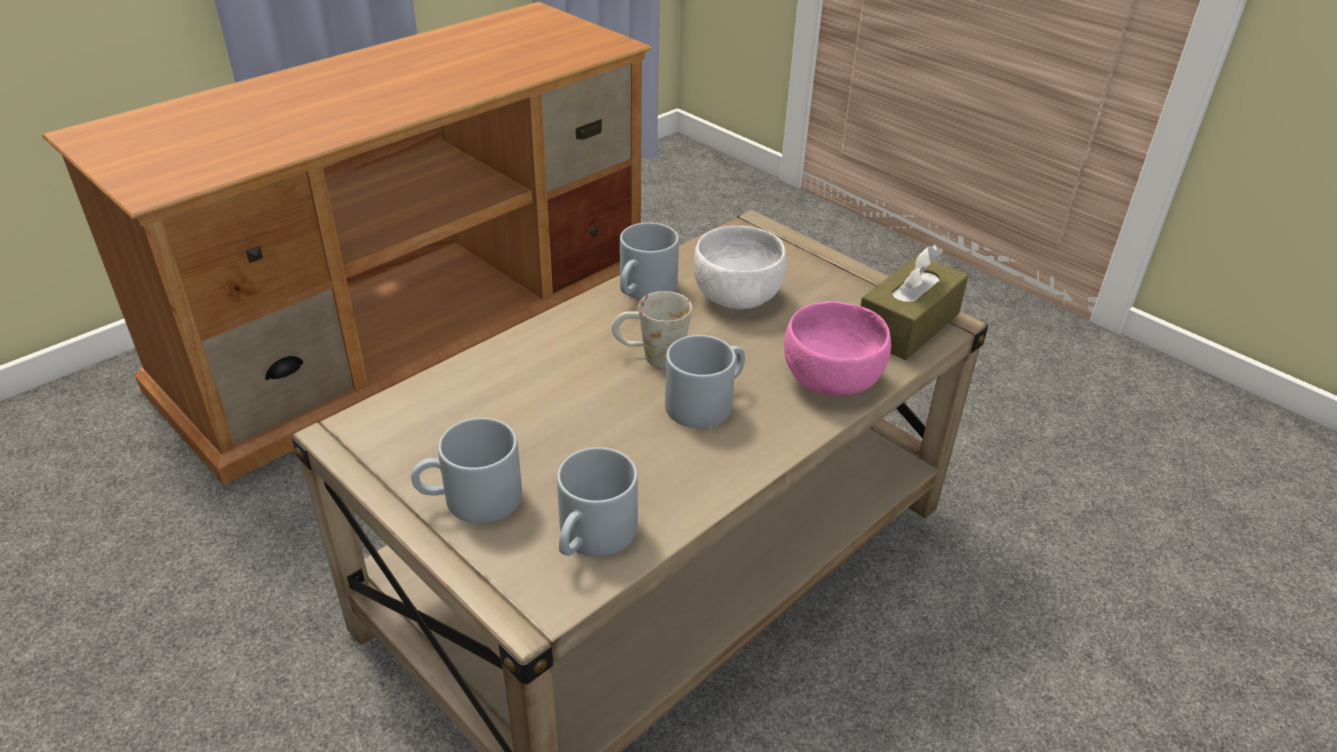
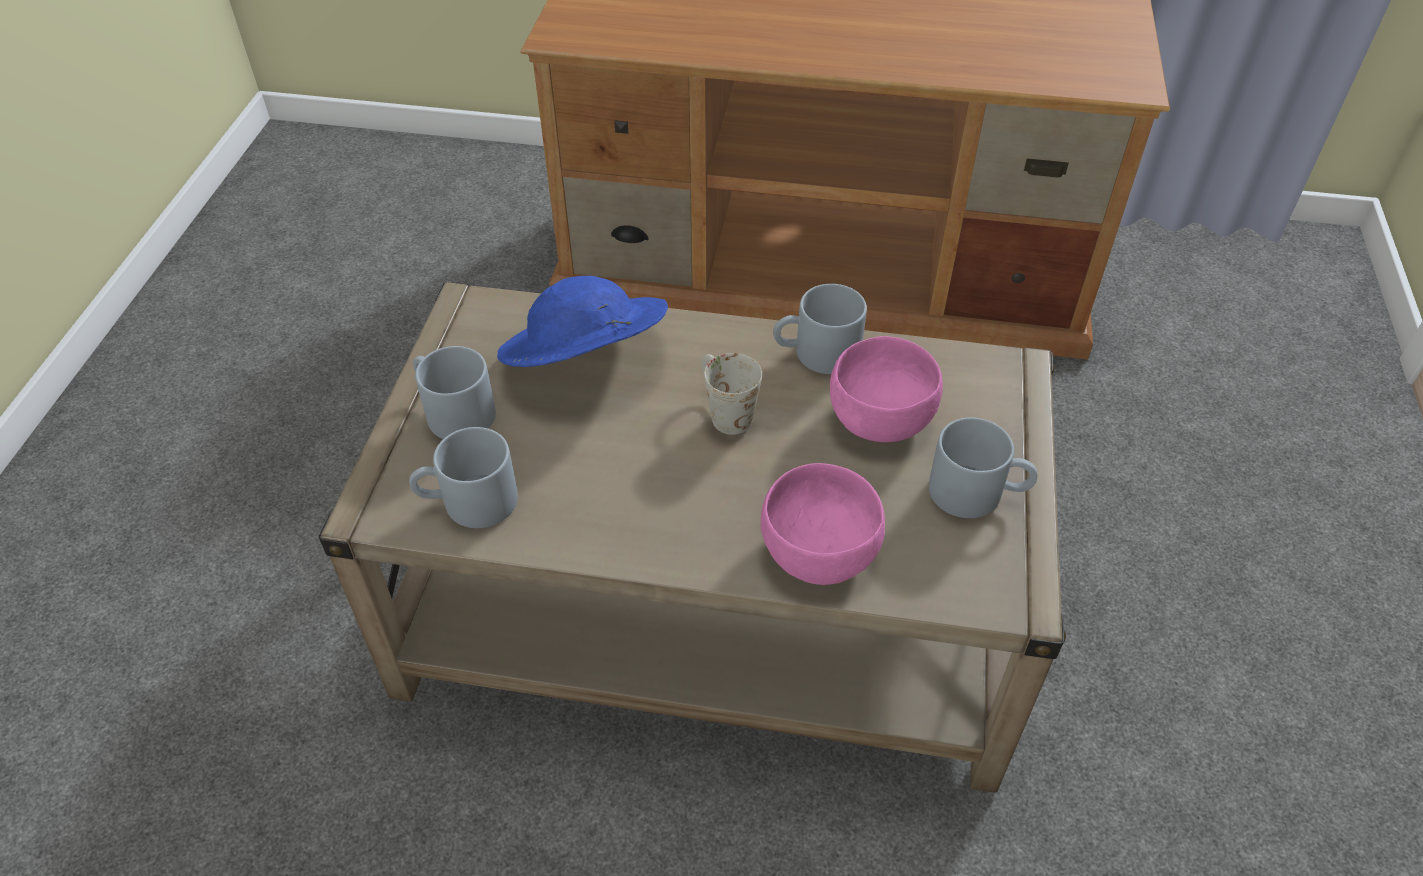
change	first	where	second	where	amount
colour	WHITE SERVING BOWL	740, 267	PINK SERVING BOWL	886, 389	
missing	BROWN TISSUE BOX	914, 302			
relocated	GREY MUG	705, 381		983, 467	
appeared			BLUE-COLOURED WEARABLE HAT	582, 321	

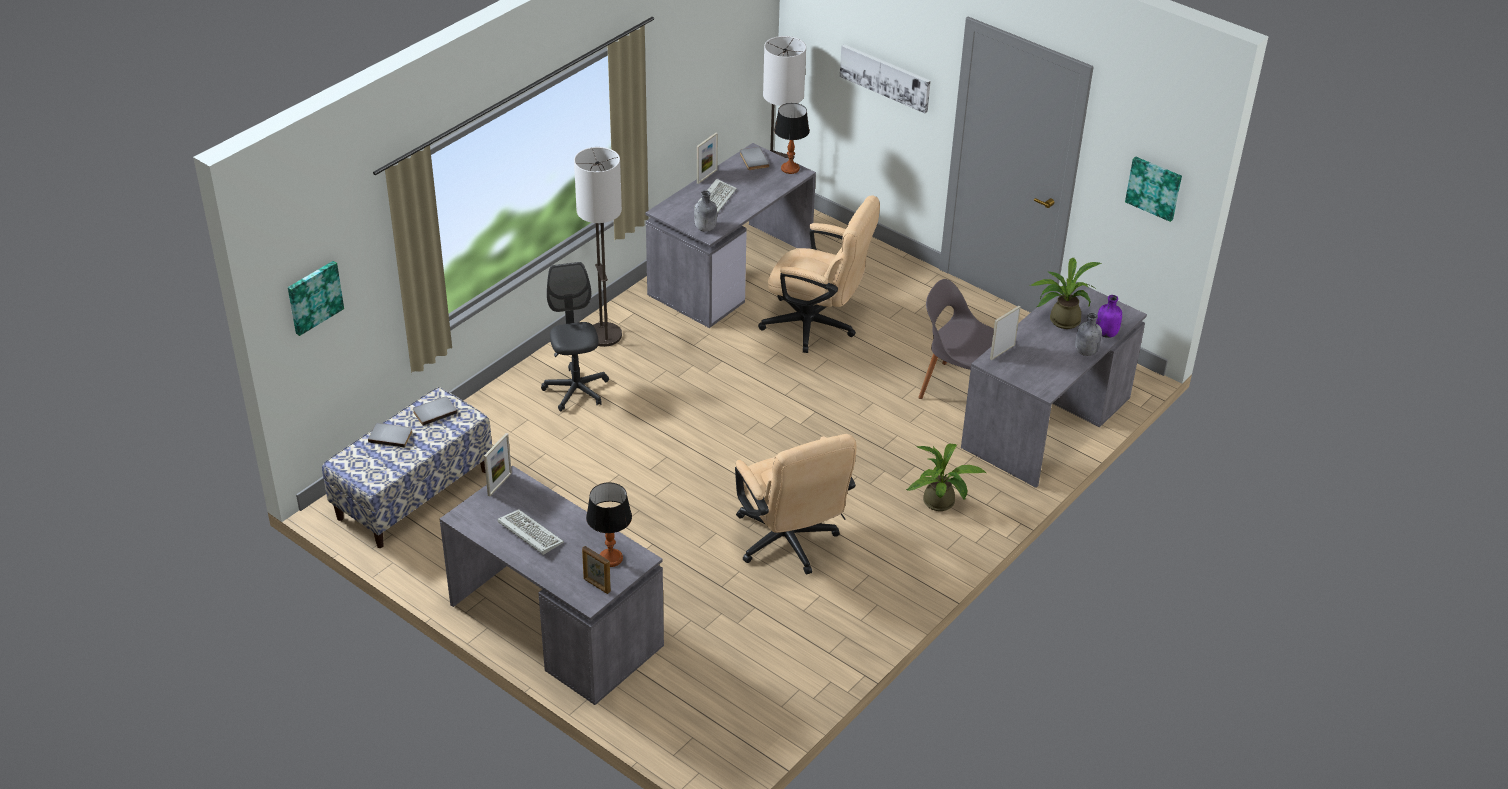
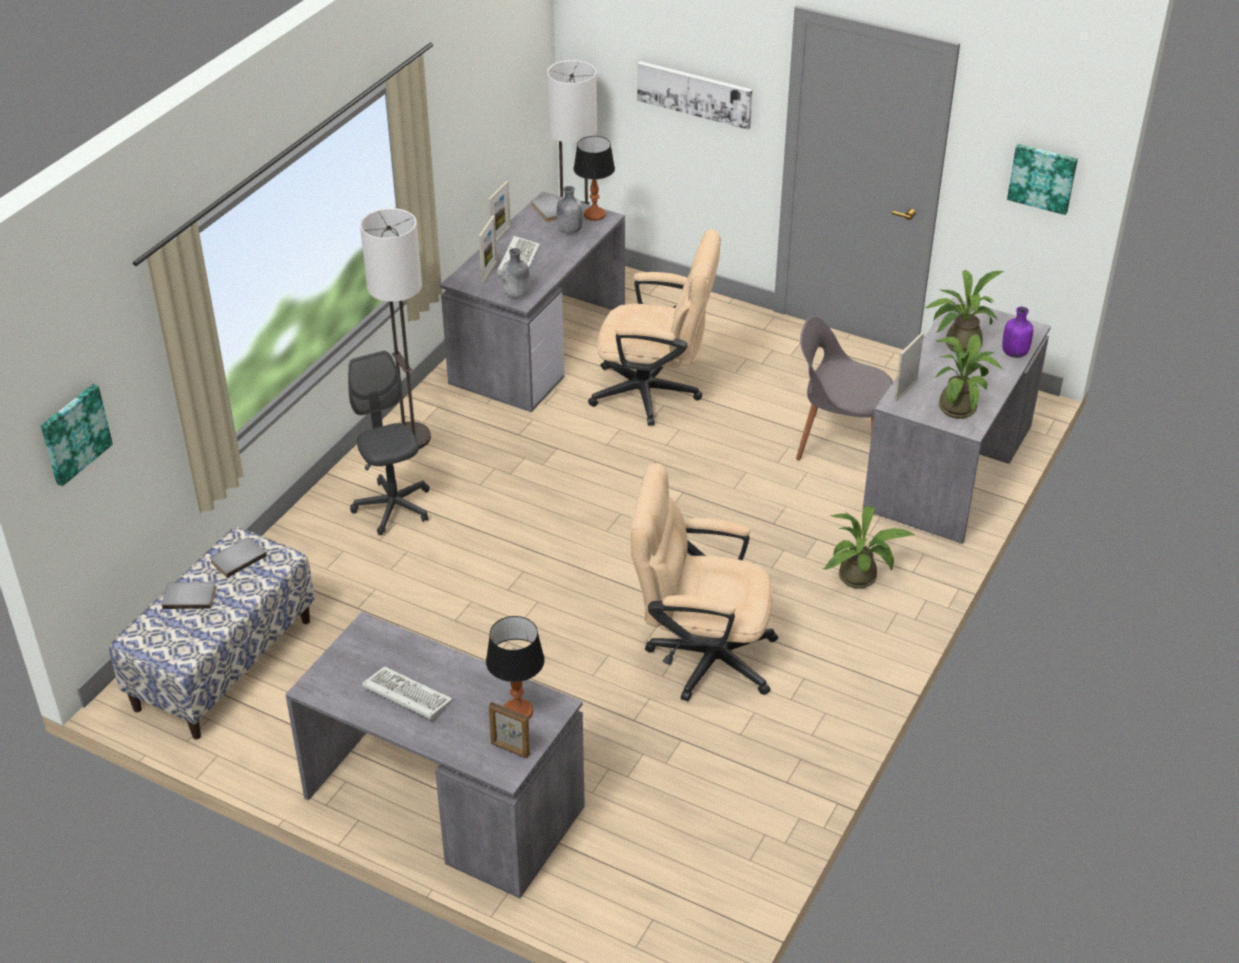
change	first	where	second	where	amount
relocated	GREY BOTTLE	1088, 334		570, 210	
relocated	PHOTO FRAME	498, 465		488, 248	
spun	SAND-COLOURED COMPUTER CHAIR	795, 504		704, 582	135 degrees clockwise
appeared			PLANT IN A POT	968, 376	

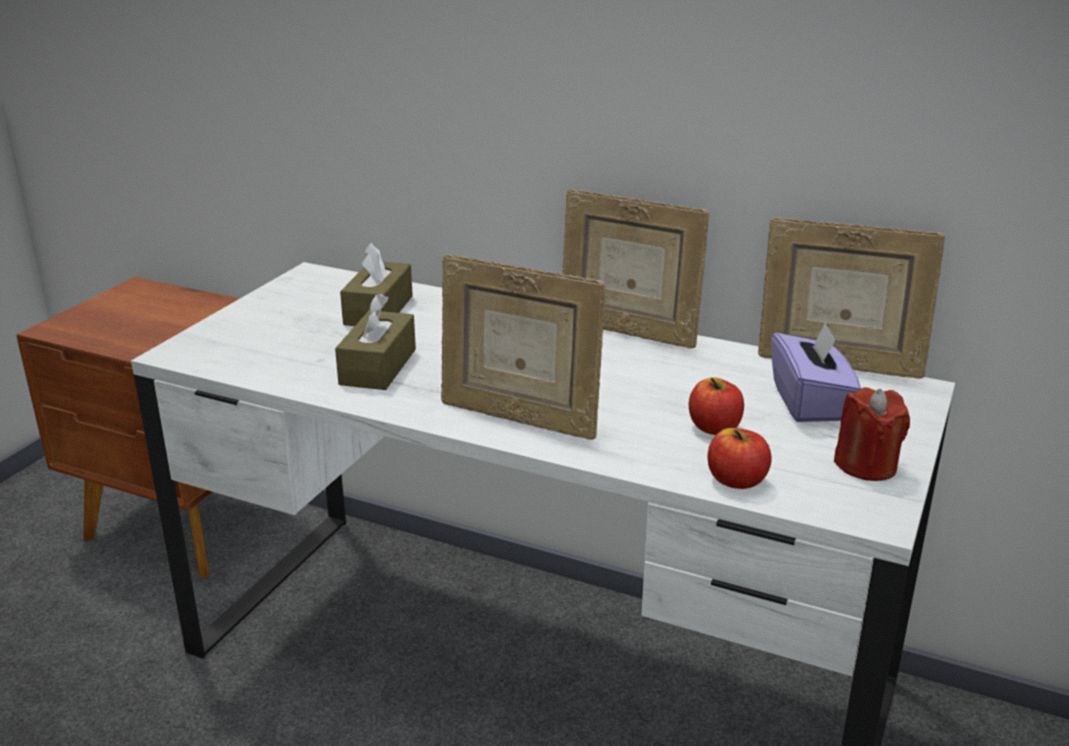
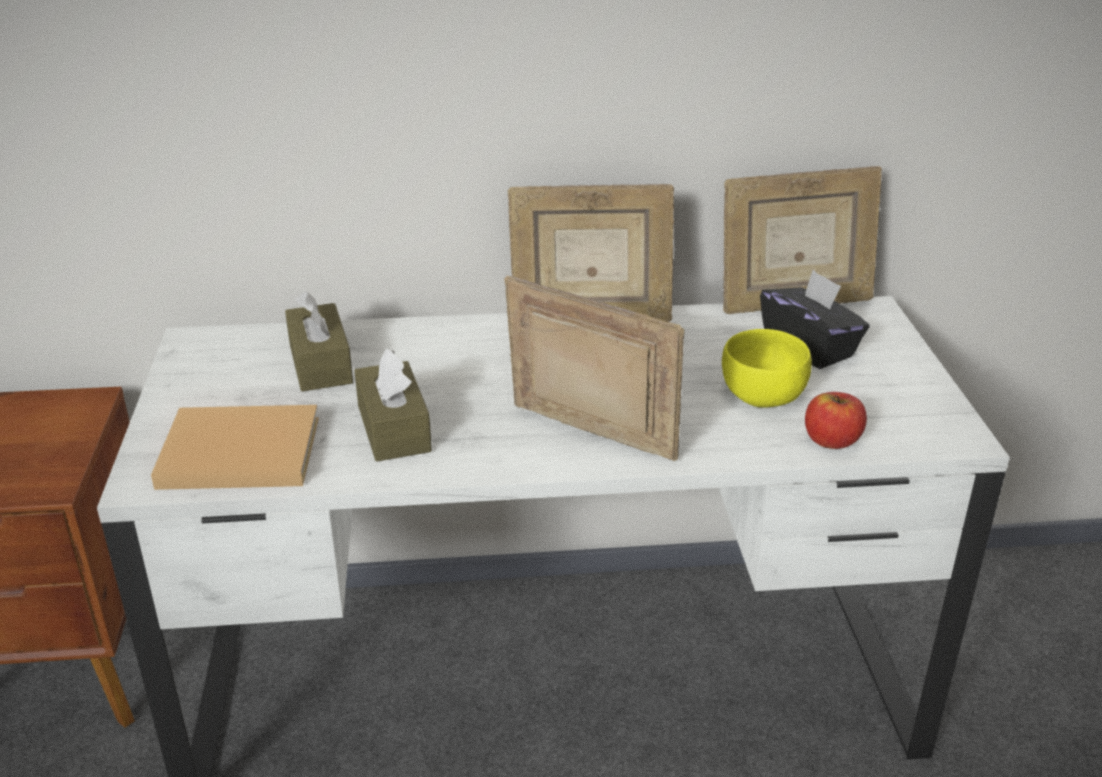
change	first	where	second	where	amount
spun	PHOTO FRAME	523, 347		594, 368	150 degrees counterclockwise
colour	PURPLE TISSUE BOX	816, 372	BLACKISH TISSUE BOX	815, 319	
exchanged	APPLE FRUIT	716, 406	YELLOWISH SERVING BOWL	767, 368	
missing	RED-COLOURED WAX CANDLE	872, 434			
appeared			SAND-COLOURED BOOK	235, 447	

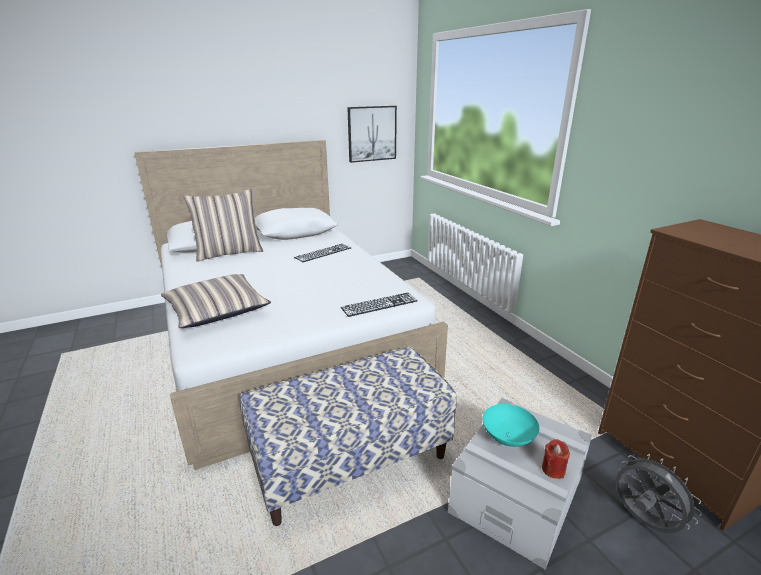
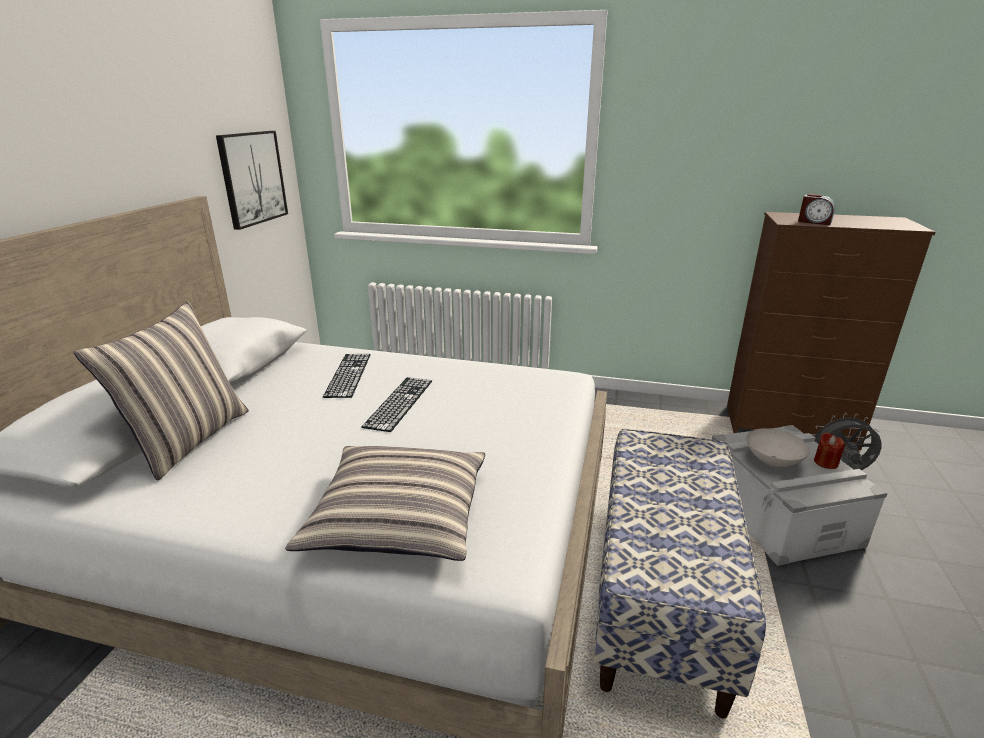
change	first	where	second	where	amount
relocated	COMPUTER KEYBOARD	379, 305		396, 404	
colour	TURQUOISE-COLOURED SERVING BOWL	511, 425	WHITE SERVING BOWL	778, 447	
appeared			TABLE CLOCK	816, 209	

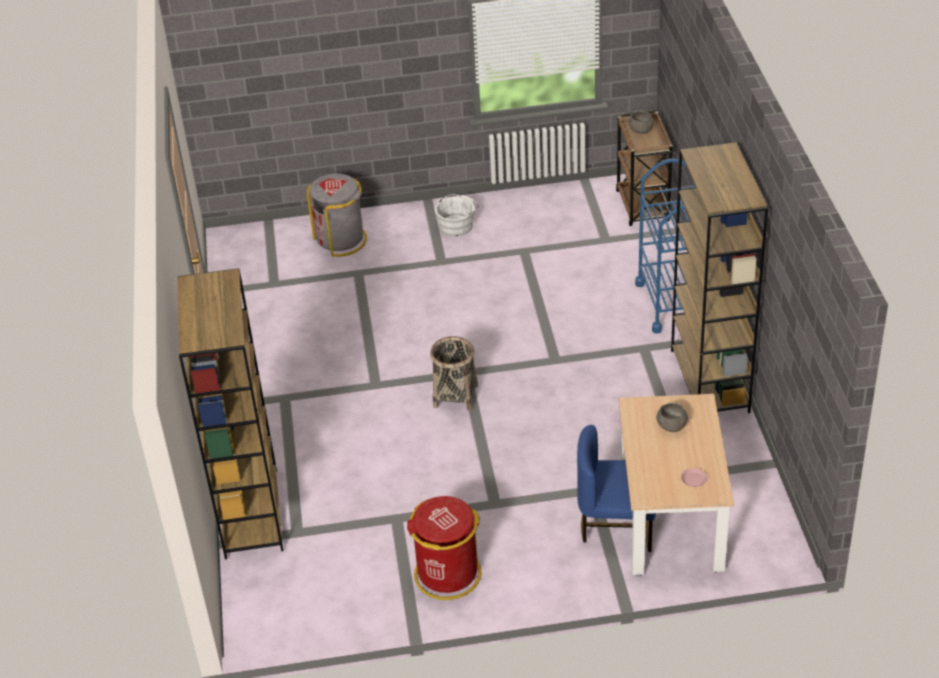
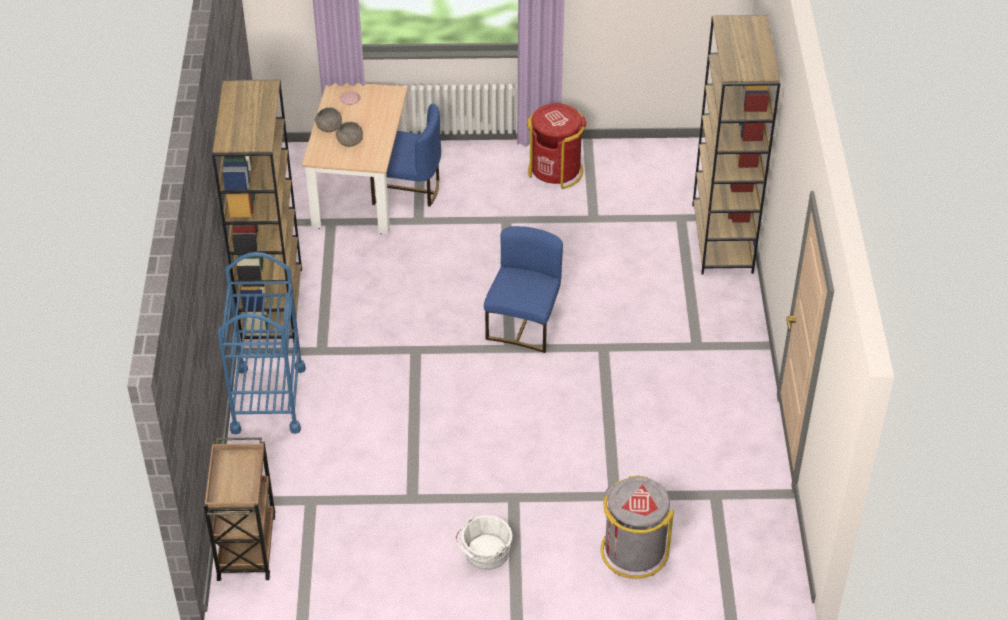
change	first	where	second	where	amount
relocated	GREY SERVING BOWL	641, 122		328, 119	
exchanged	BASKET	454, 373	BLUE-COLOURED UPRIGHT CHAIR	523, 289	

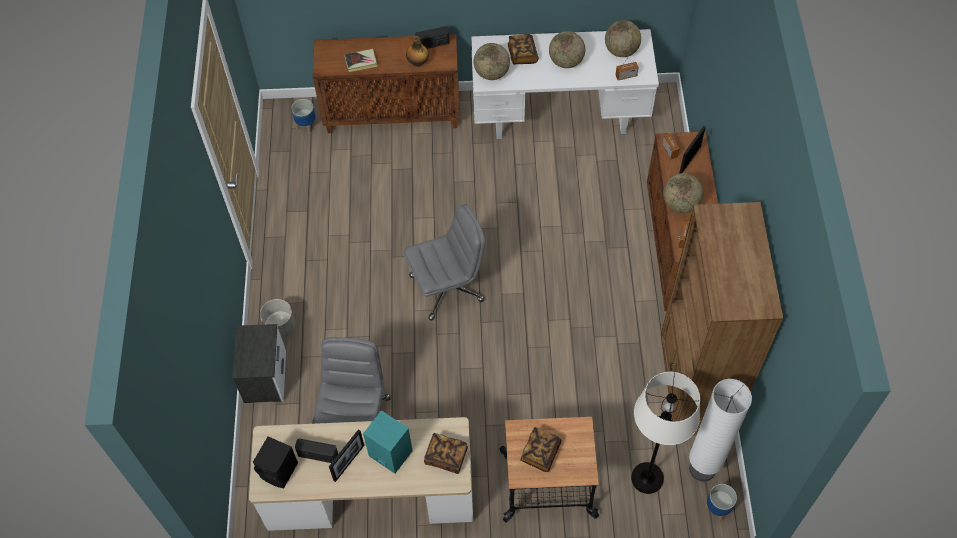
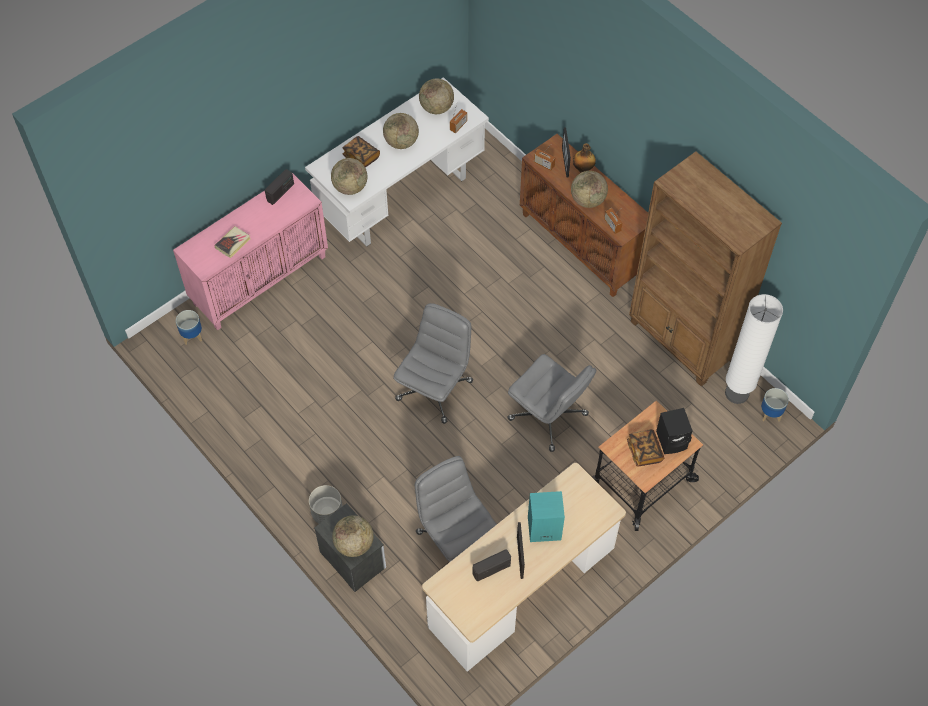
change	first	where	second	where	amount
colour	BROWN CUPBOARD	386, 83	PINK CUPBOARD	250, 251	
relocated	BOTTLE	417, 51		584, 158	
missing	WHITE STANDING LAMP	665, 433			
missing	BOOK	446, 453			
relocated	BLACKISH SPEAKER	275, 462		674, 431	
appeared			GREY COMPUTER CHAIR	551, 403	
appeared			WORLD GLOBE	353, 536	

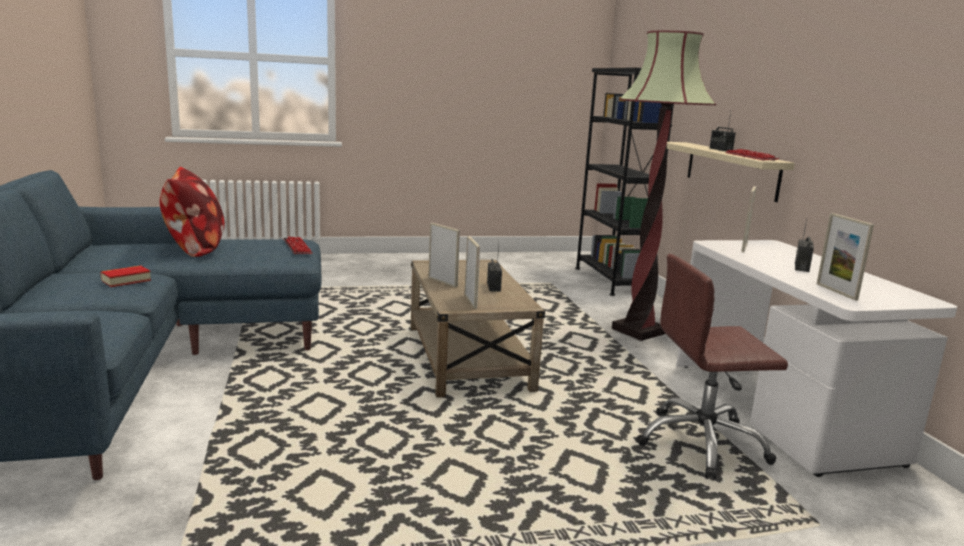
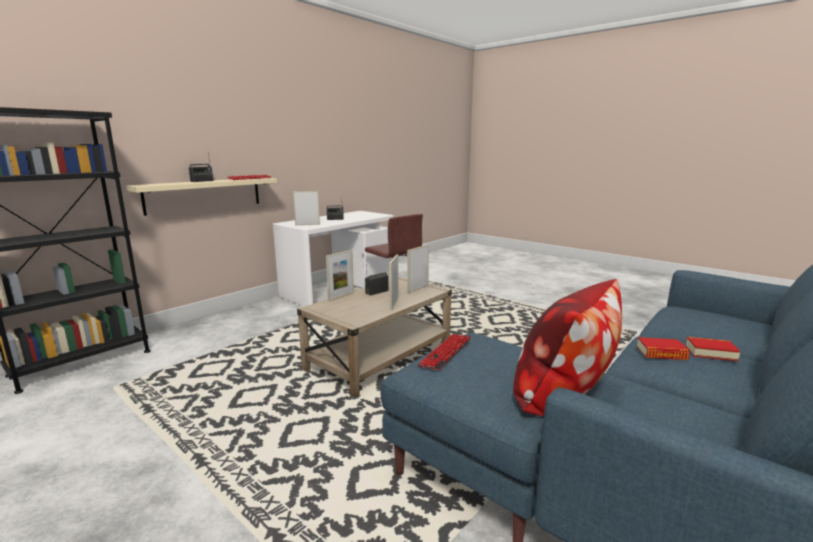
change	first	where	second	where	amount
missing	STANDING LAMP	664, 186			
relocated	PHOTO FRAME	845, 256		340, 275	
appeared			BOOK	713, 349	

